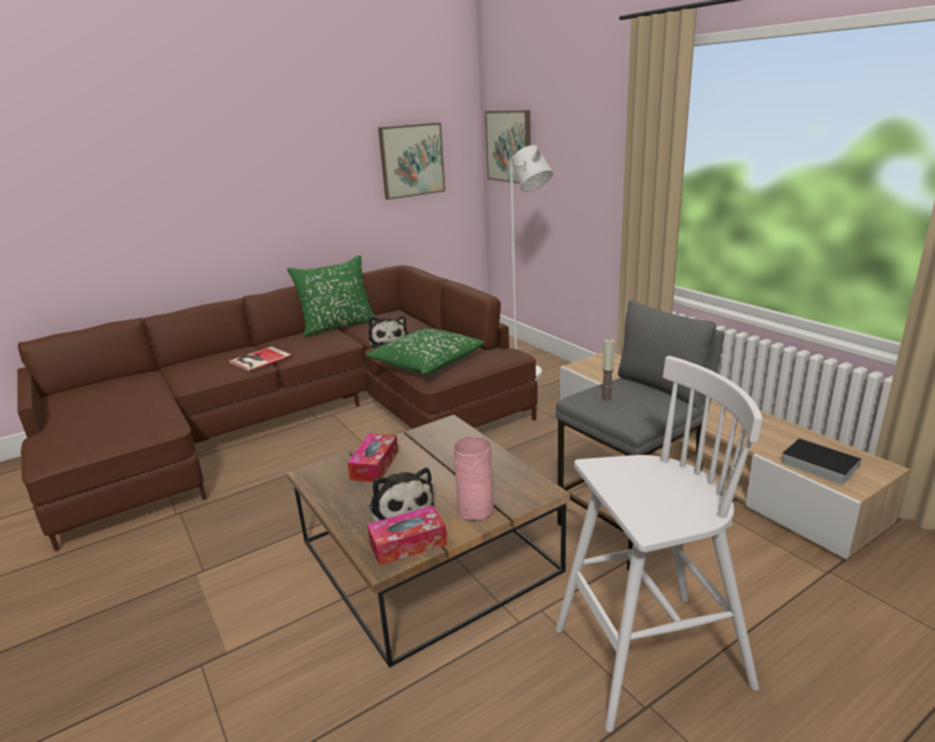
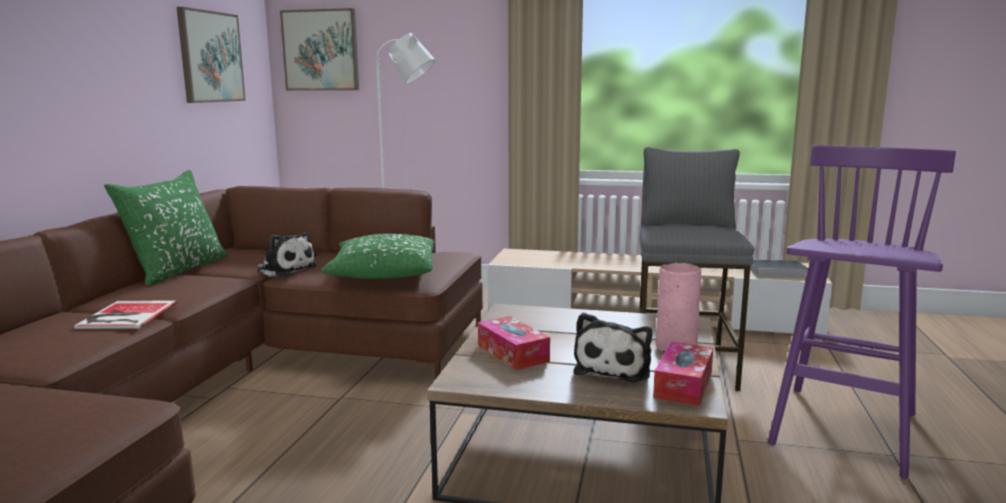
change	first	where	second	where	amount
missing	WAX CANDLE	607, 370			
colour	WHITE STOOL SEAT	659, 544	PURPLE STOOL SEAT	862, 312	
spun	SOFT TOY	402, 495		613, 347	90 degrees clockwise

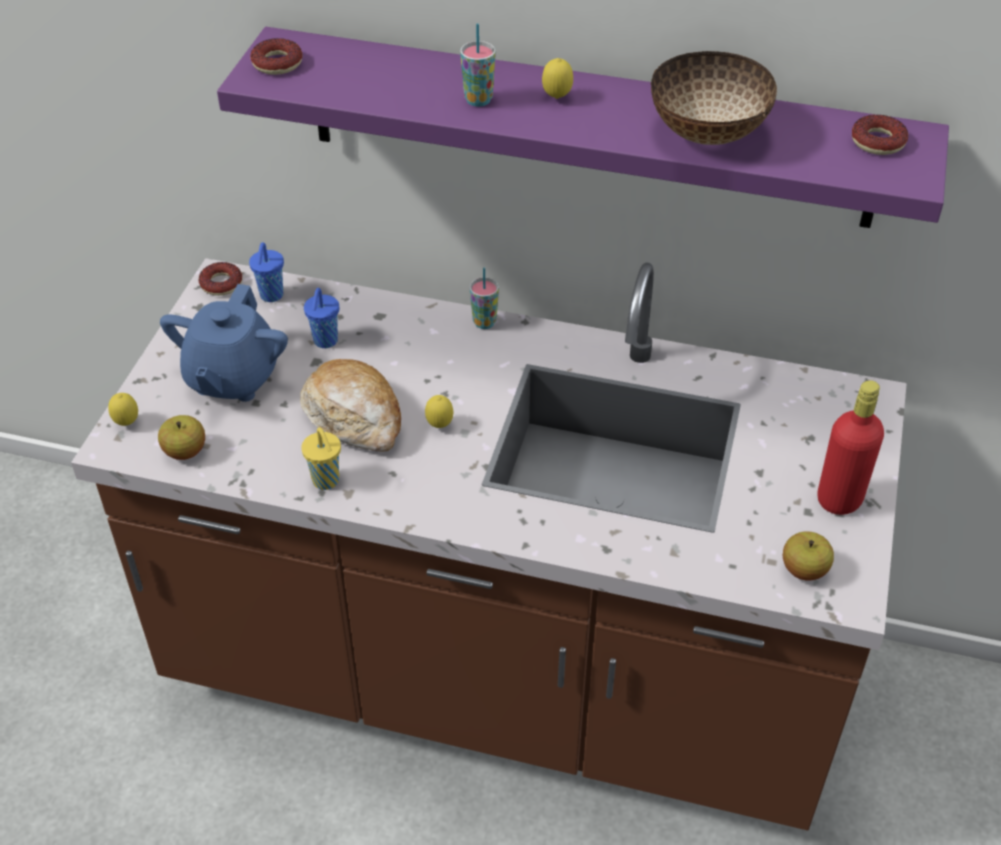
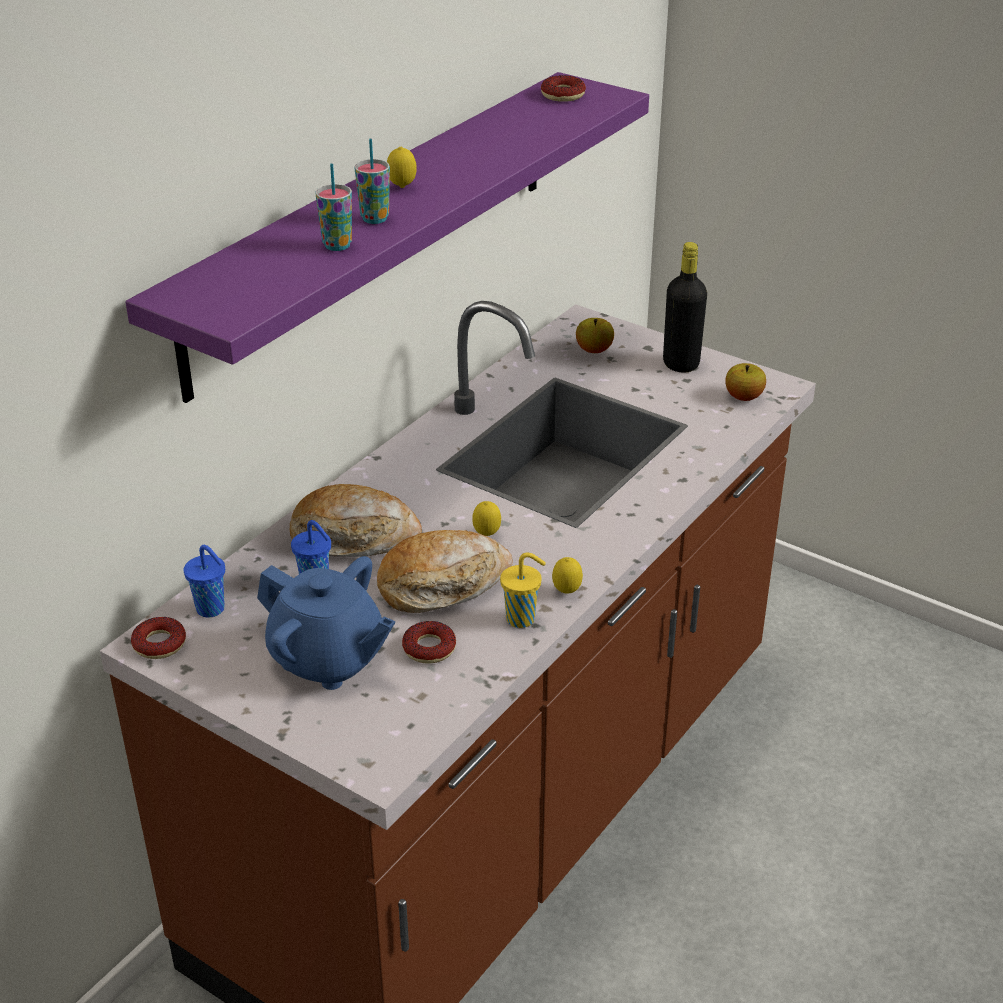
change	first	where	second	where	amount
relocated	DOUGHNUT	276, 56		429, 642	
missing	SERVING BOWL	713, 98			
relocated	DRINKING CUP	484, 298		334, 207	
colour	RED-COLOURED BOTTLE	850, 447	BLACKISH BOTTLE	685, 307	
relocated	CITRUS FRUIT	123, 409		567, 575	
relocated	APPLE FRUIT	181, 437		595, 335	
appeared			BAKERY BREAD	356, 520	

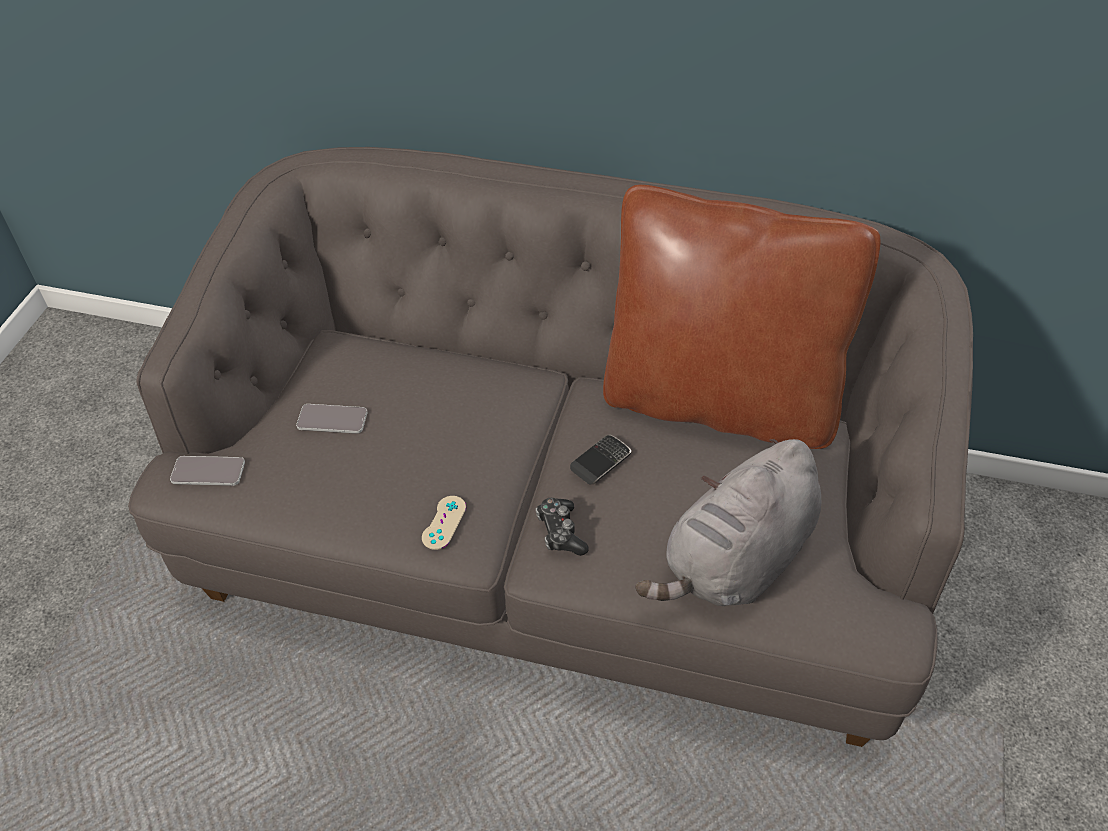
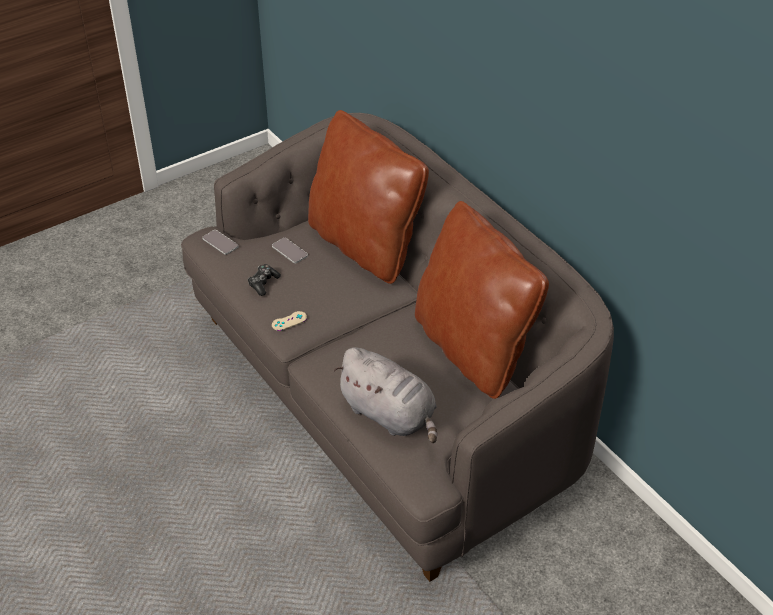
change	first	where	second	where	amount
missing	HANDSET	600, 460			
spun	GREY SOFT TOY	728, 522		385, 395	135 degrees counterclockwise
relocated	GAMEPAD	562, 527		264, 280	
appeared			BROWN CUSHION	368, 197	

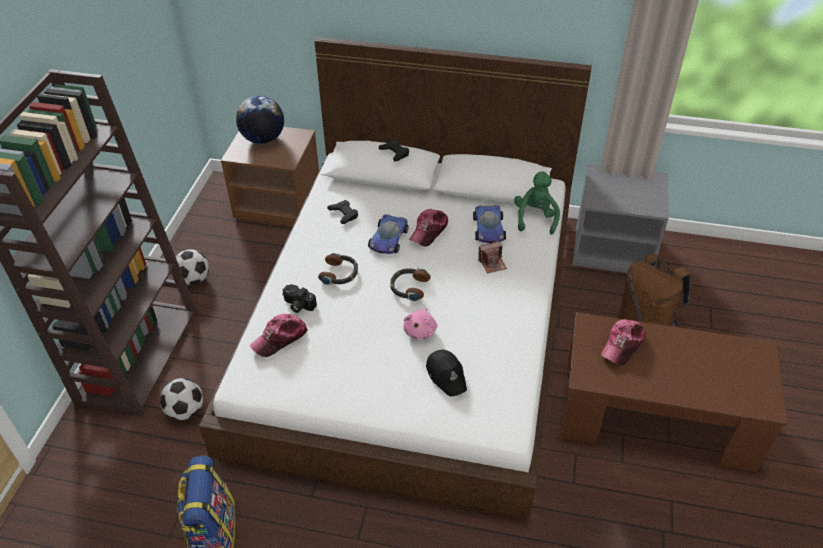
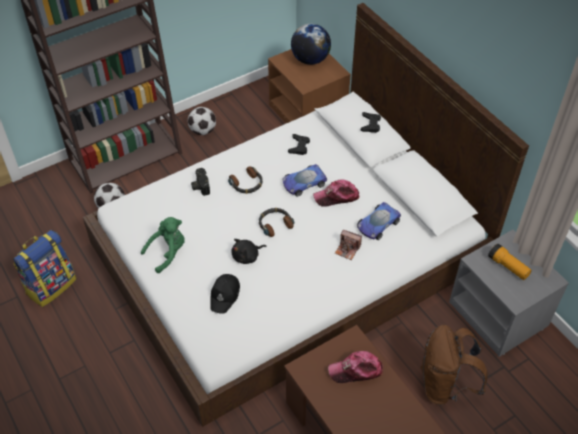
change	first	where	second	where	amount
relocated	GREEN-COLOURED SOFT TOY	537, 203		163, 245	
colour	PINK SOFT TOY	420, 323	BLACKISH SOFT TOY	249, 251	
missing	PEAKED CAP	279, 335			
appeared			FLASHLIGHT	510, 262	

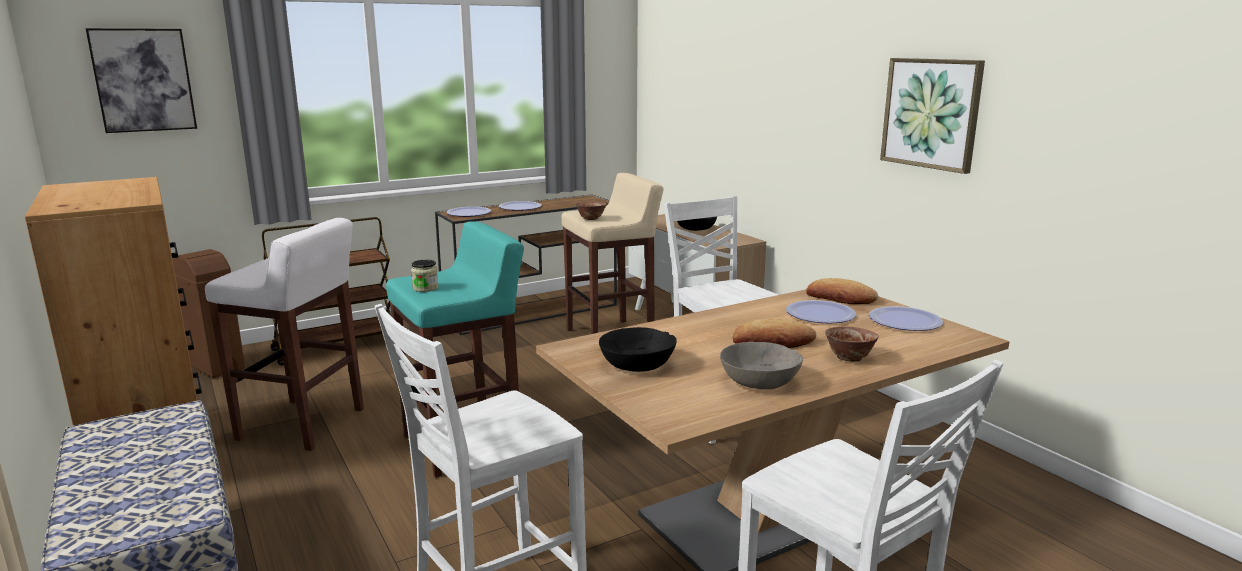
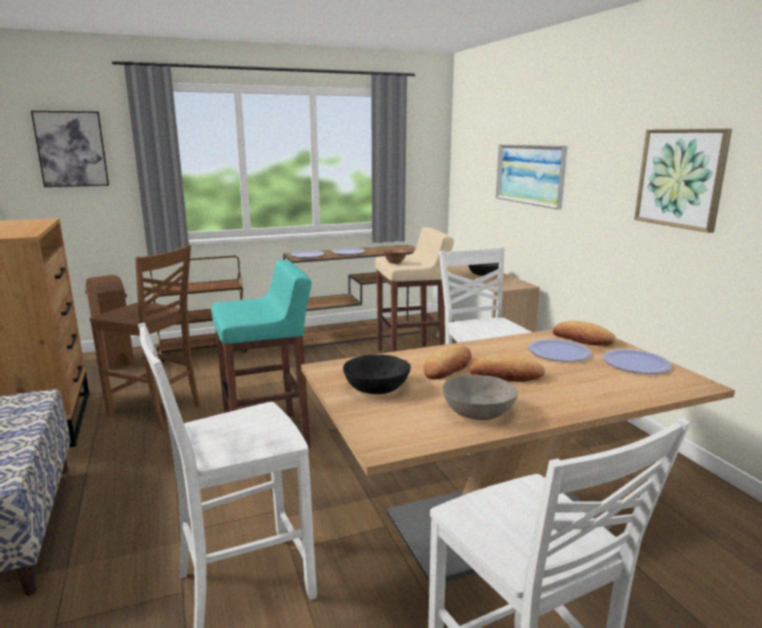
change	first	where	second	where	amount
exchanged	WHITE STOOL SEAT	284, 334	BROWN UPRIGHT CHAIR	145, 337	
missing	PRESERVE JAR	424, 276			
missing	SERVING BOWL	852, 344			
appeared			WALL PICTURE	532, 176	
appeared			BAKERY BREAD	447, 362	

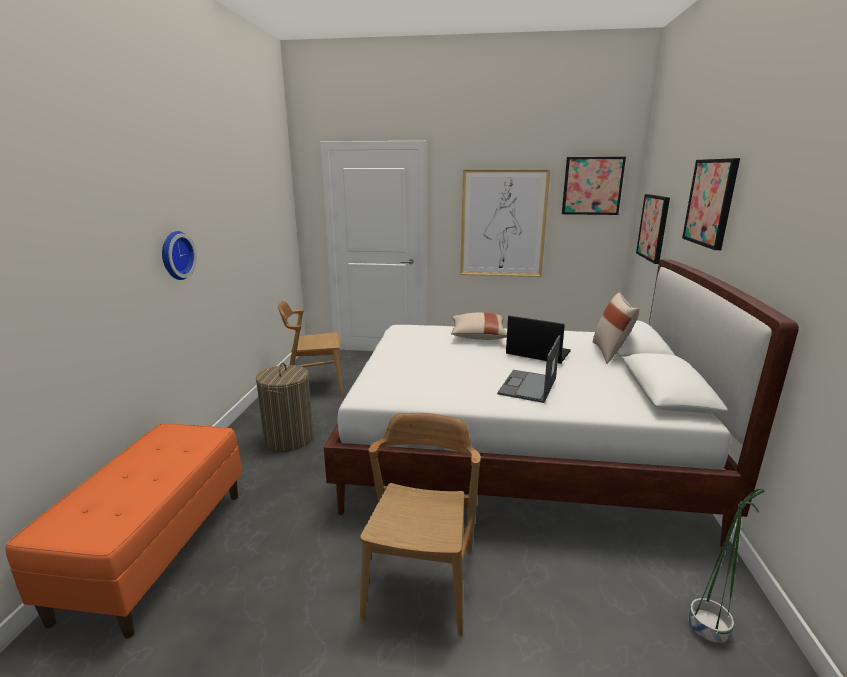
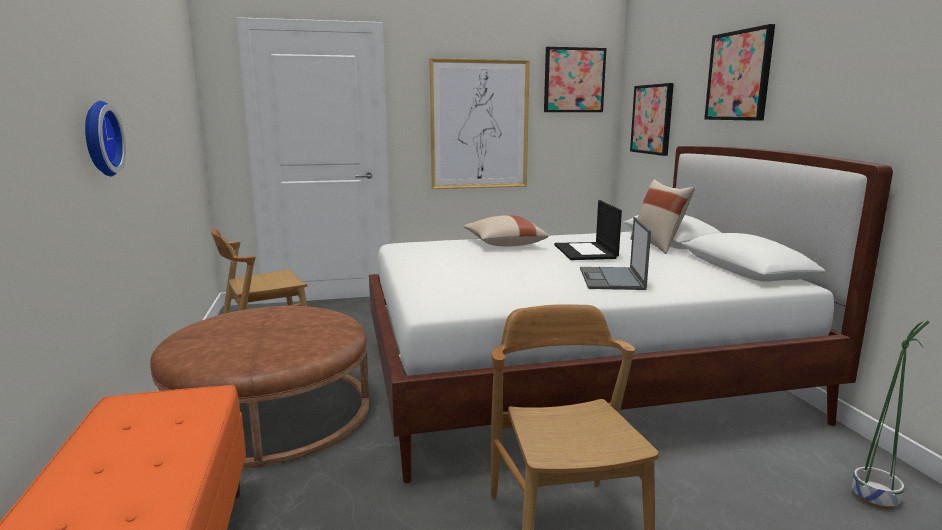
change	first	where	second	where	amount
spun	PORTABLE COMPUTER	538, 340		588, 230	105 degrees counterclockwise
exchanged	LAUNDRY BASKET	285, 407	BROWN POUFFE	259, 387	

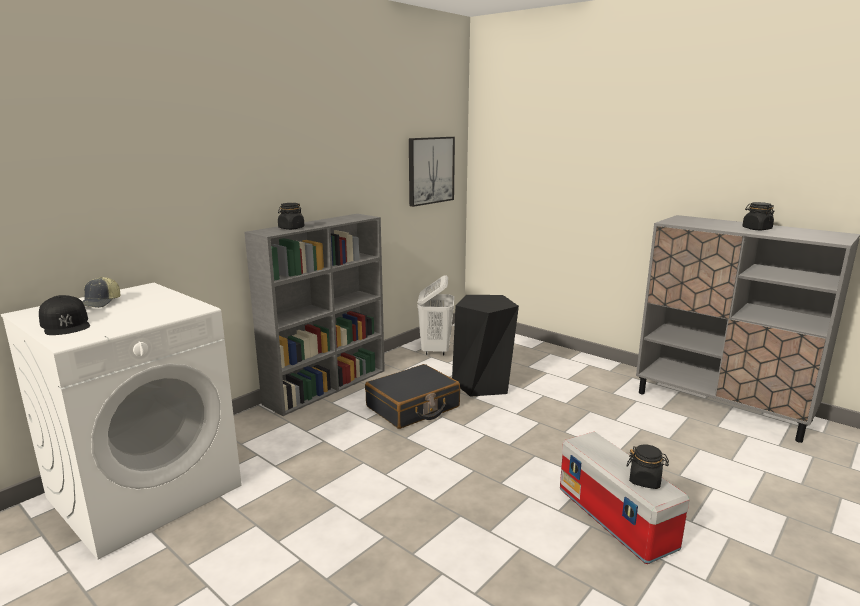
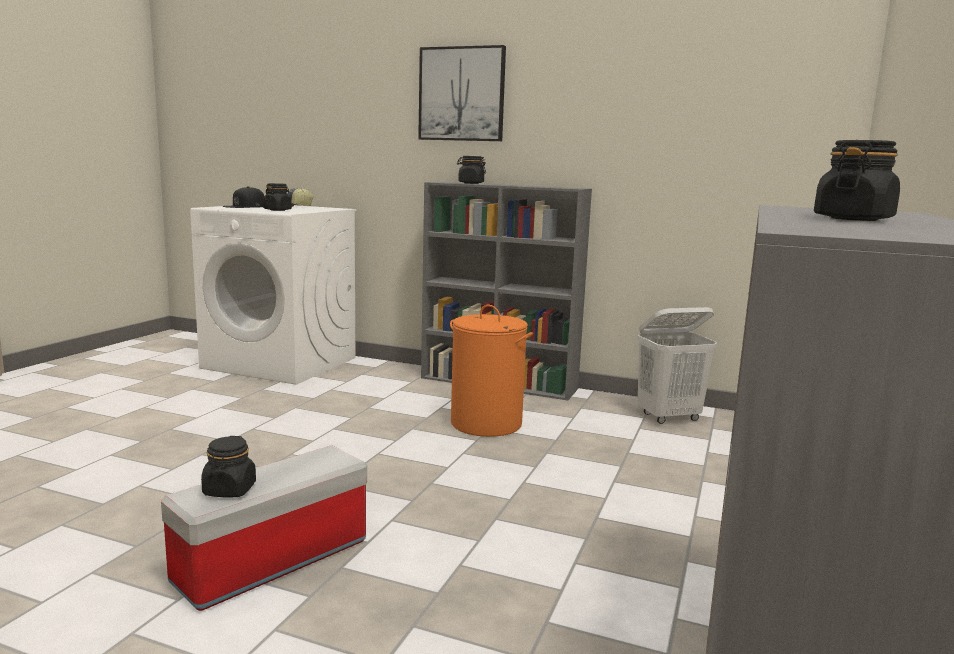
change	first	where	second	where	amount
relocated	WALL PICTURE	432, 172		462, 93	
missing	BLACKISH STOOL SEAT	485, 346			
exchanged	BLACKISH TRAVEL CASE	412, 396	ORANGEY LAUNDRY BASKET	491, 371	
appeared			BLACKISH PRESERVE JAR	277, 197	

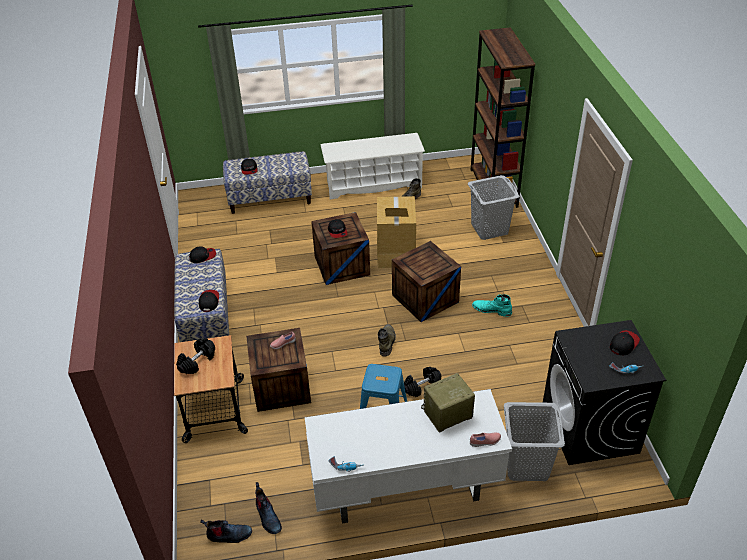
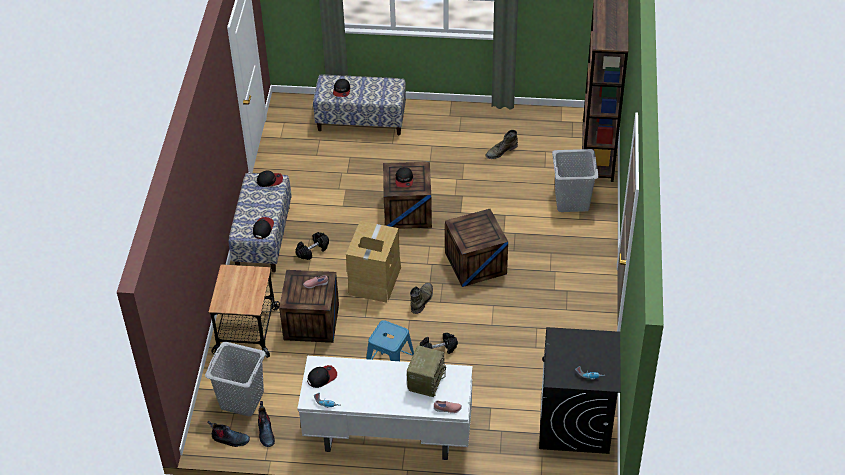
change	first	where	second	where	amount
missing	WHITE SHOE RACK	373, 166			
relocated	CARTON	396, 232		373, 262	
missing	TURQUOISE-COLOURED BOOT	492, 305			
relocated	PEAKED CAP	625, 343		322, 376	
relocated	BLACKISH DUMBBELL	195, 356		312, 246	
spun	RADIO RECEIVER	448, 403		426, 371	120 degrees clockwise
relocated	GREY LAUNDRY BASKET	534, 441		235, 379	

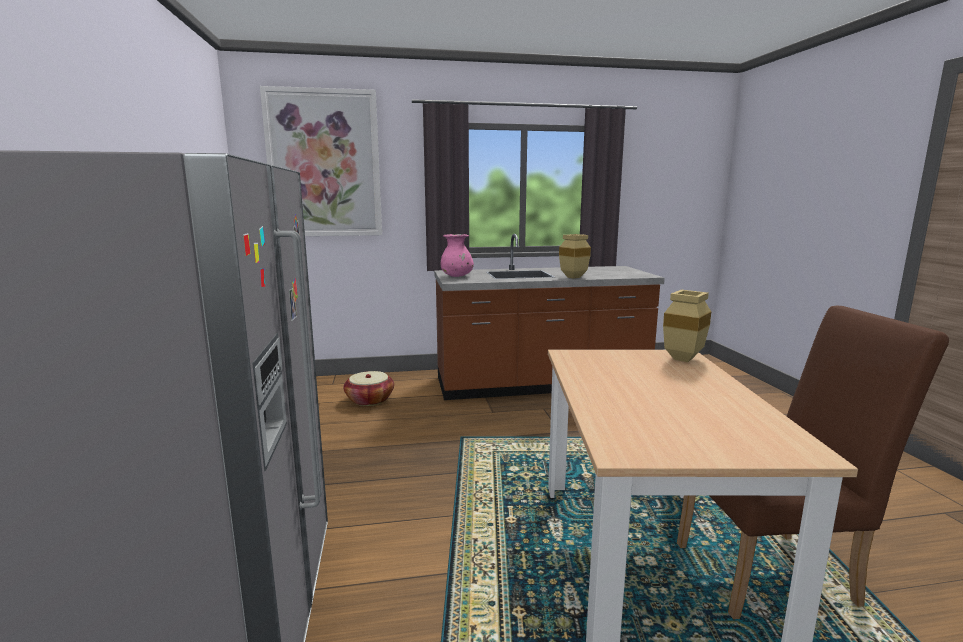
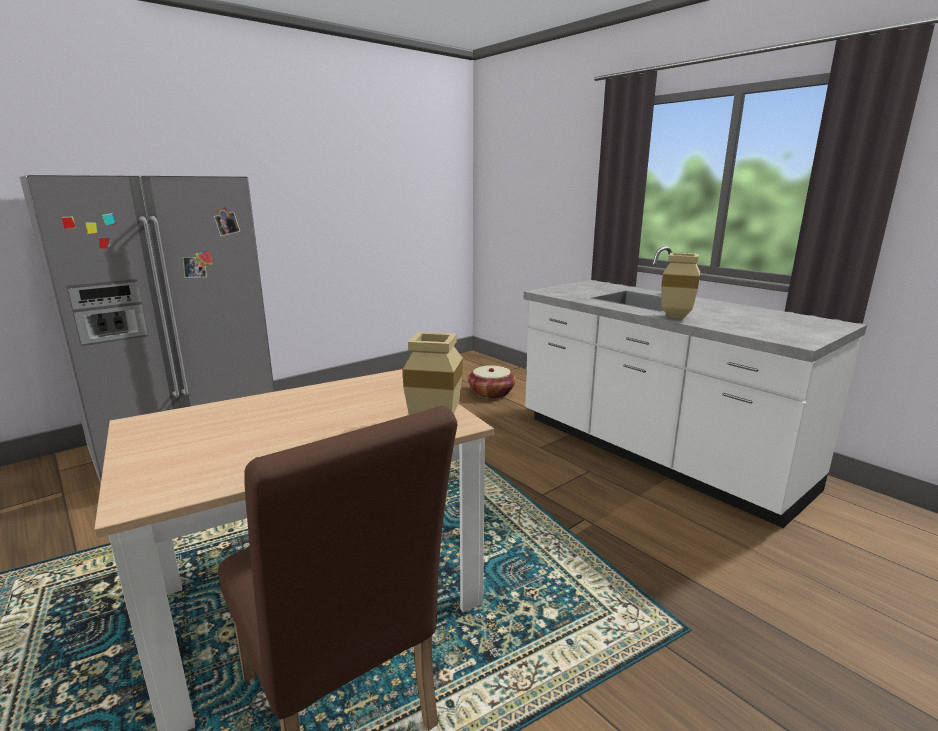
change	first	where	second	where	amount
missing	WALL PICTURE	321, 161			
colour	BROWN KITCHEN COUNTER	549, 317	WHITE KITCHEN COUNTER	695, 387	
missing	PINK DECORATIVE VASE	457, 255			

